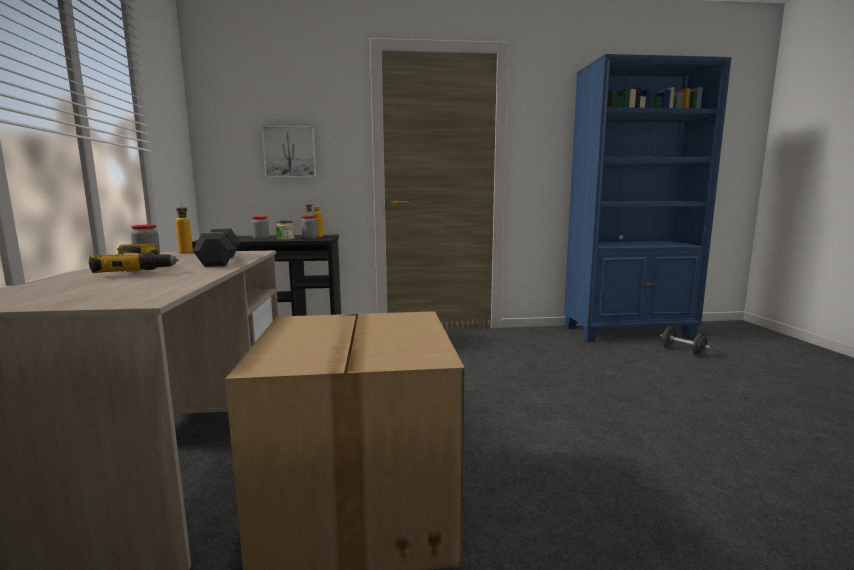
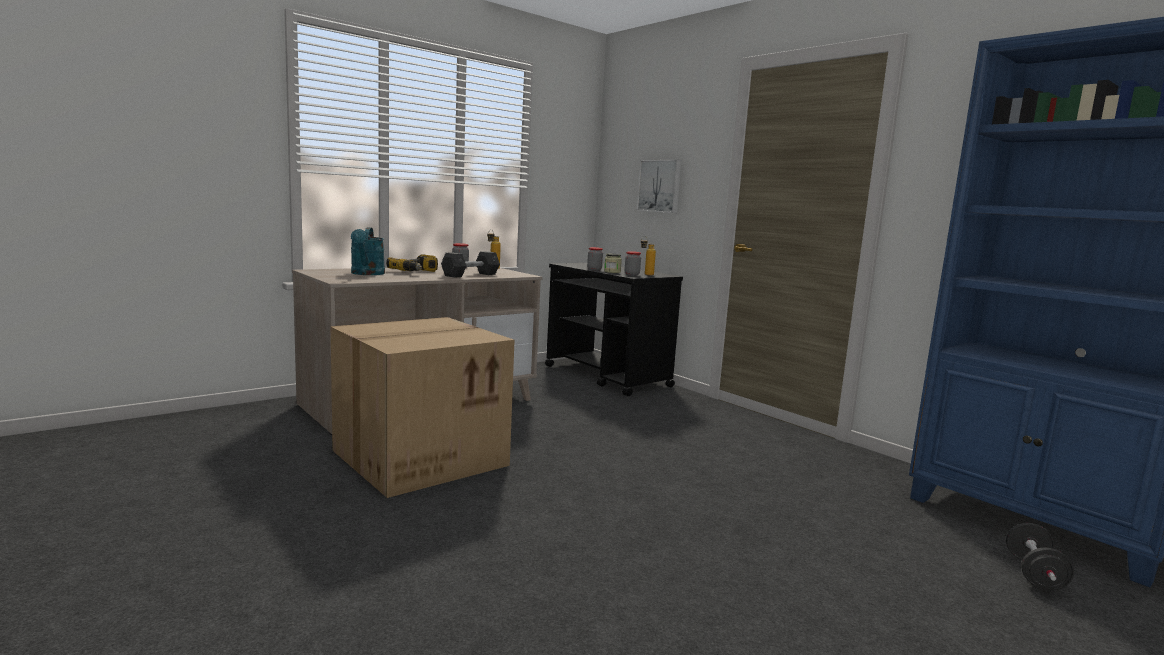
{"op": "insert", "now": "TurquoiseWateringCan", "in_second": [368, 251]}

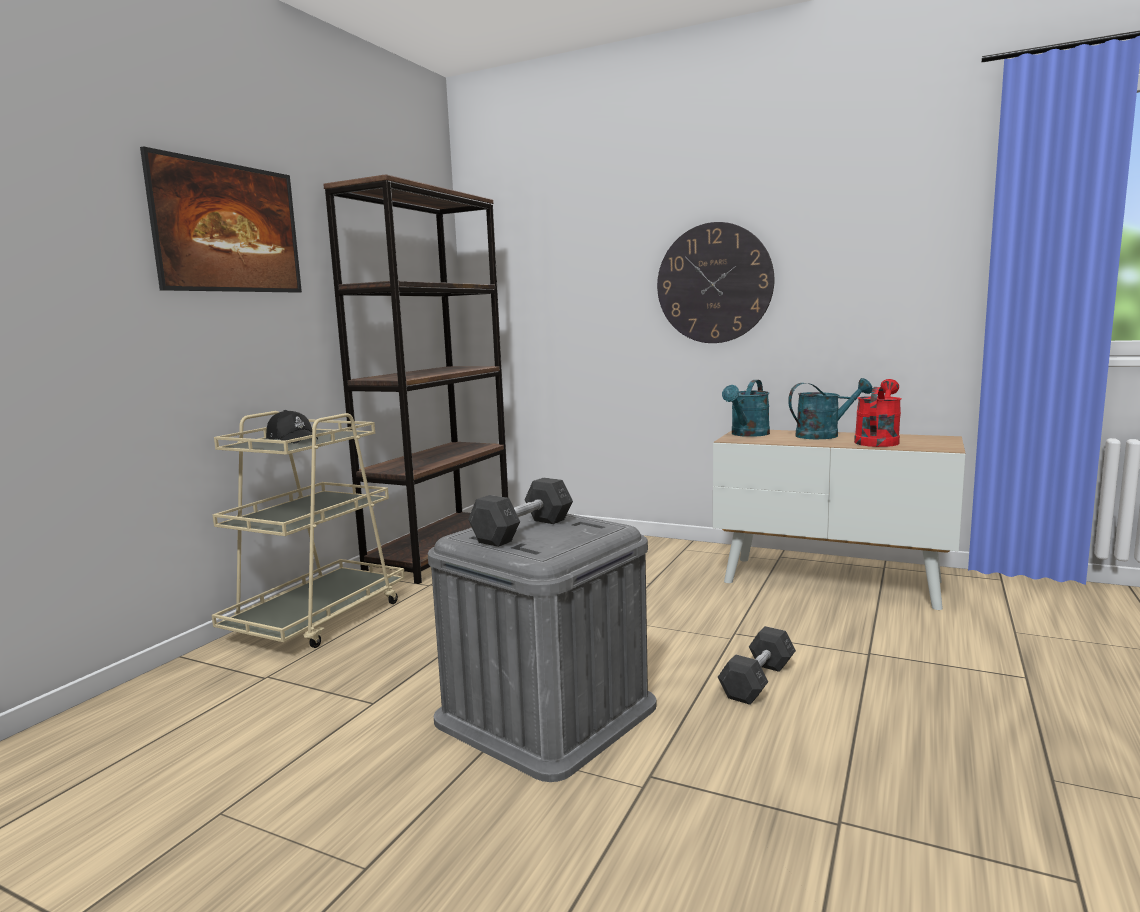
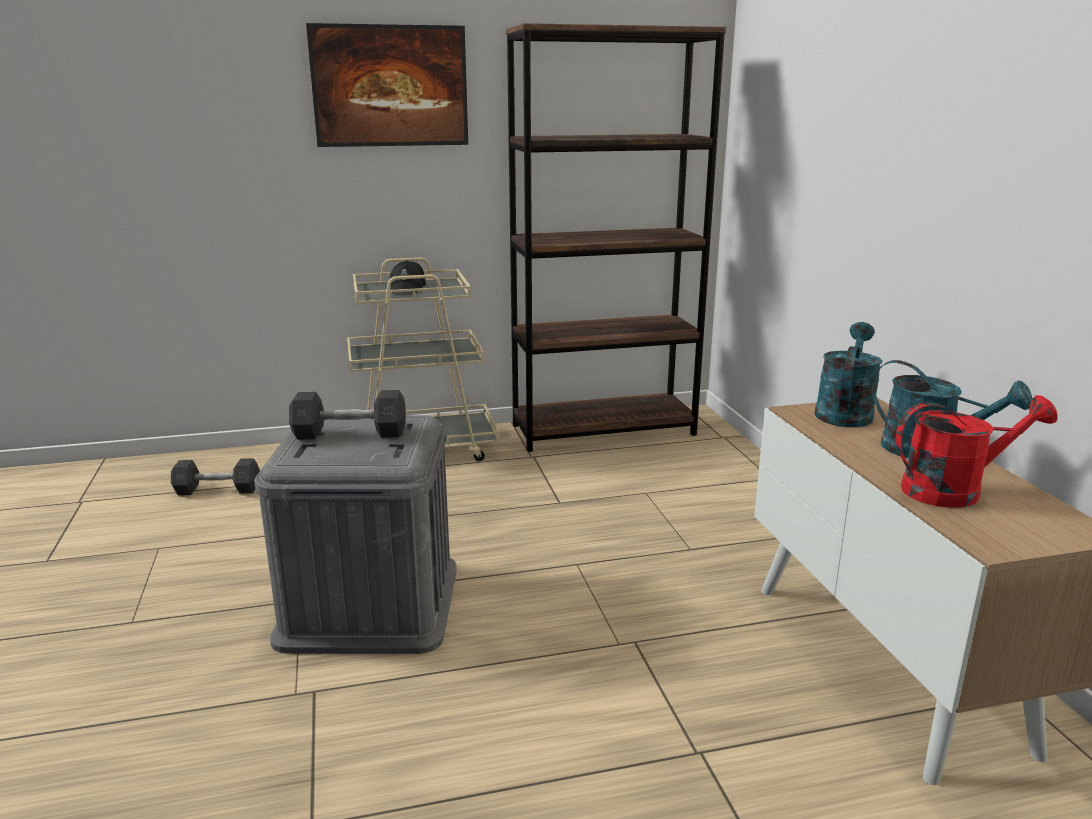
{"op": "delete", "was": "WallClock", "in_first": [715, 282]}
{"op": "move", "was": "GreyDumbbell", "in_first": [757, 665], "in_second": [215, 476]}
{"op": "rotate", "was": "TurquoiseWateringCan", "in_first": [746, 408], "in_second": [848, 374], "clockwise": 120}

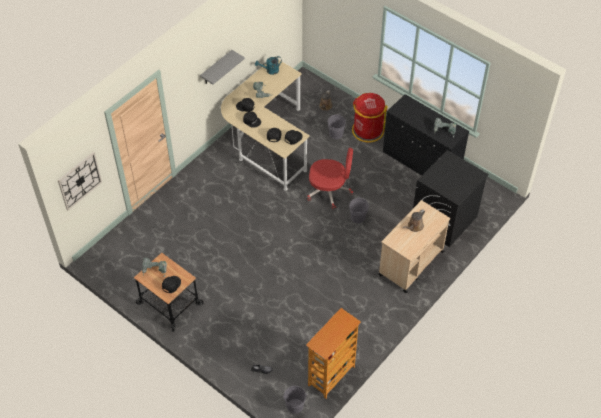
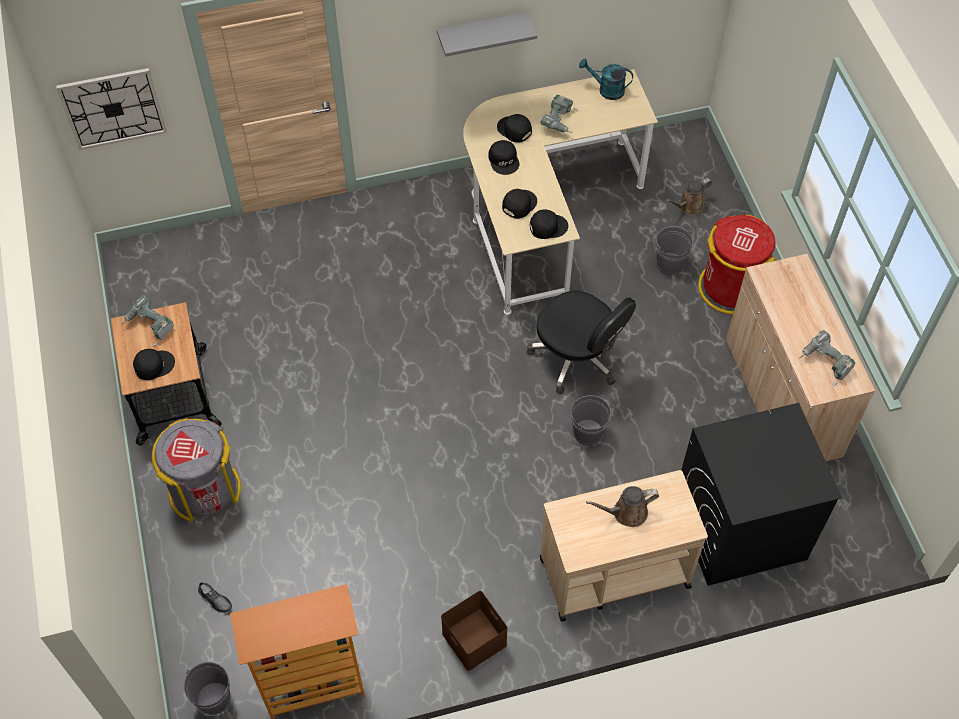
{"op": "recolor", "was": "RedOfficeChair", "now": "BlackOfficeChair", "in_first": [330, 178], "in_second": [581, 342]}
{"op": "recolor", "was": "BlackCabinet", "now": "BeigeCabinet", "in_first": [426, 134], "in_second": [800, 357]}
{"op": "insert", "now": "GreyTrashCan", "in_second": [196, 470]}
{"op": "insert", "now": "BrownStorageBox", "in_second": [474, 631]}

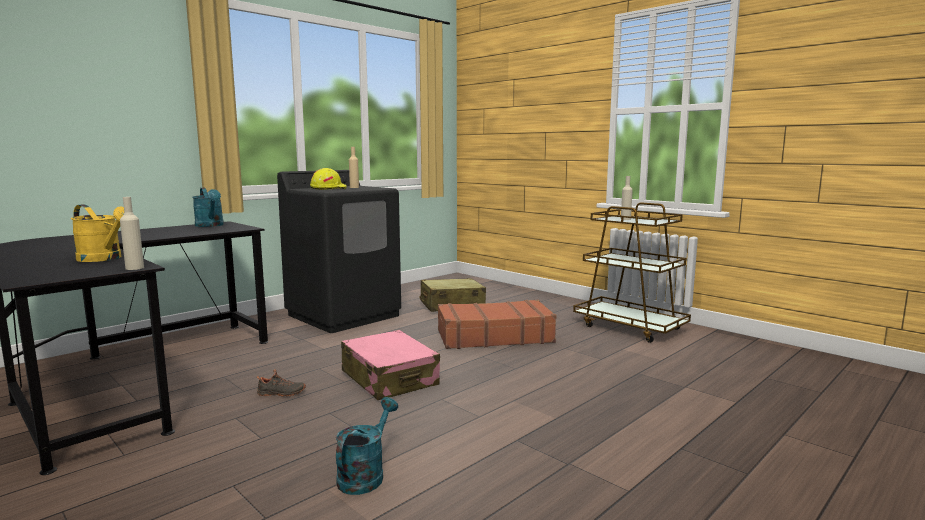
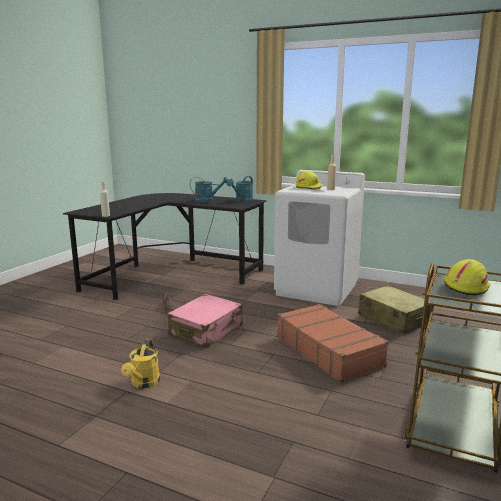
{"op": "move", "was": "YellowWateringCan", "in_first": [97, 233], "in_second": [140, 364]}
{"op": "recolor", "was": "BlackWashingMachine", "now": "WhiteWashingMachine", "in_first": [339, 251], "in_second": [319, 238]}
{"op": "move", "was": "TurquoiseWateringCan", "in_first": [367, 446], "in_second": [209, 189]}
{"op": "replace", "was": "BeigeBottle", "now": "YellowHardHat", "in_first": [627, 198], "in_second": [467, 277]}

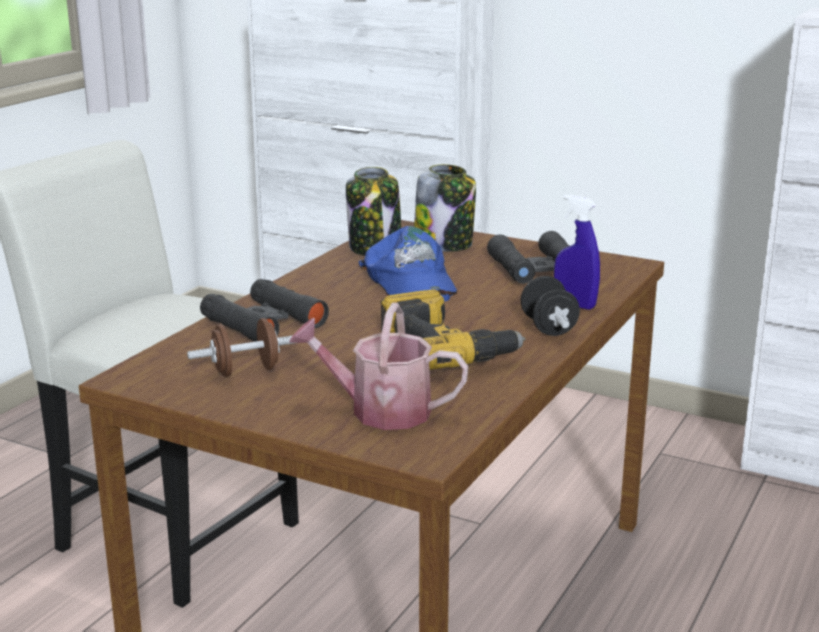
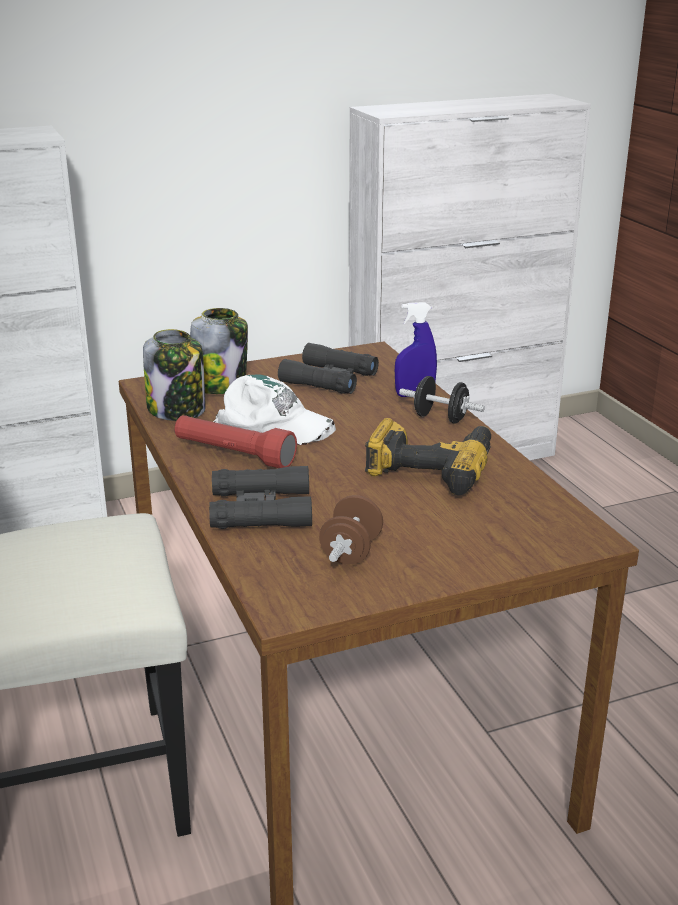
{"op": "delete", "was": "WateringCan", "in_first": [379, 366]}
{"op": "recolor", "was": "BlueCap", "now": "WhiteCap", "in_first": [408, 264], "in_second": [274, 409]}
{"op": "insert", "now": "RedFlashlight", "in_second": [236, 441]}

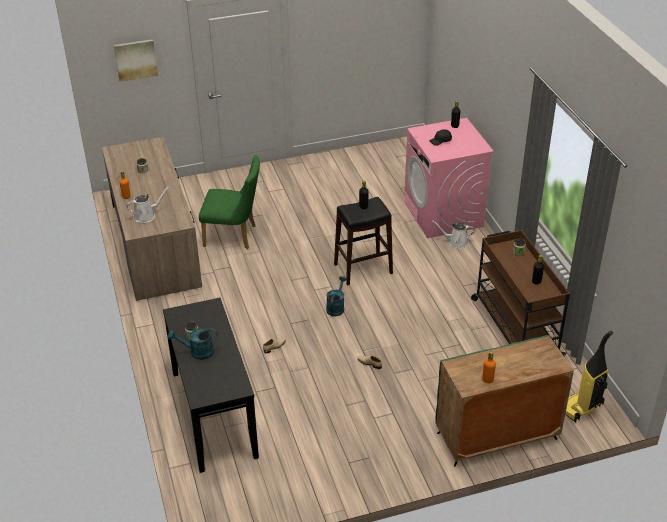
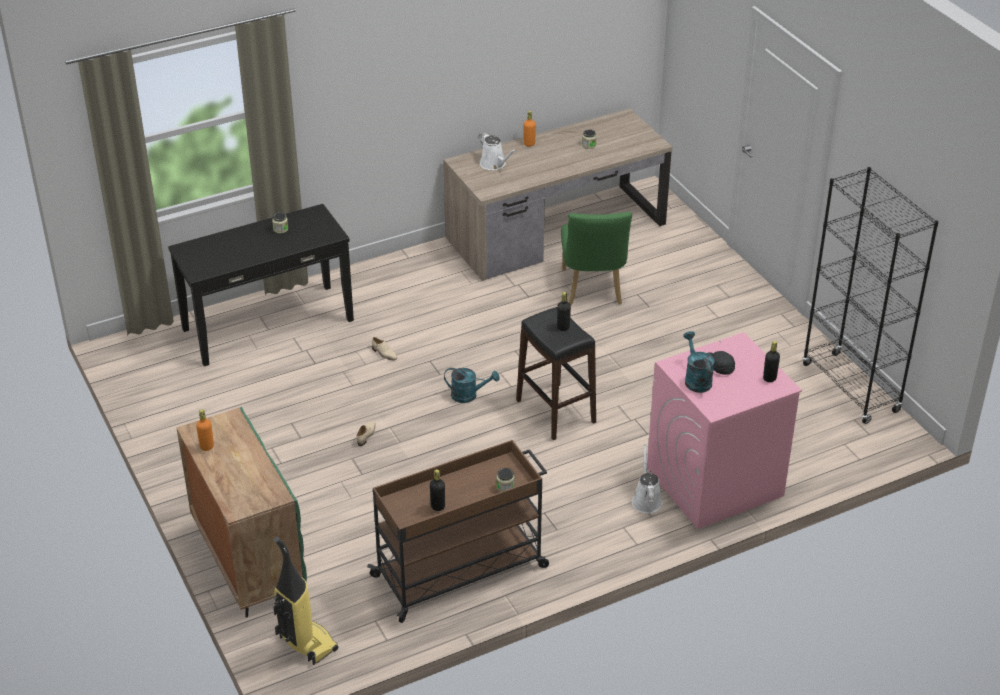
{"op": "delete", "was": "Picture", "in_first": [136, 60]}
{"op": "move", "was": "TurquoiseWateringCan", "in_first": [193, 344], "in_second": [699, 362]}
{"op": "insert", "now": "BlackBookcase", "in_second": [870, 295]}

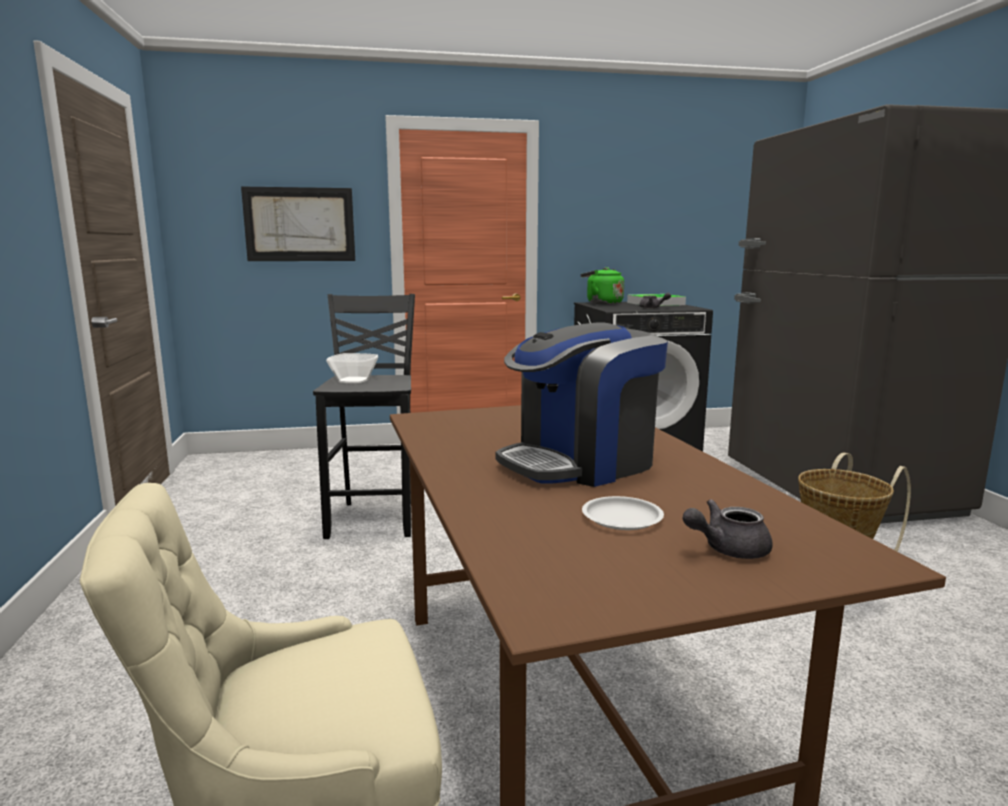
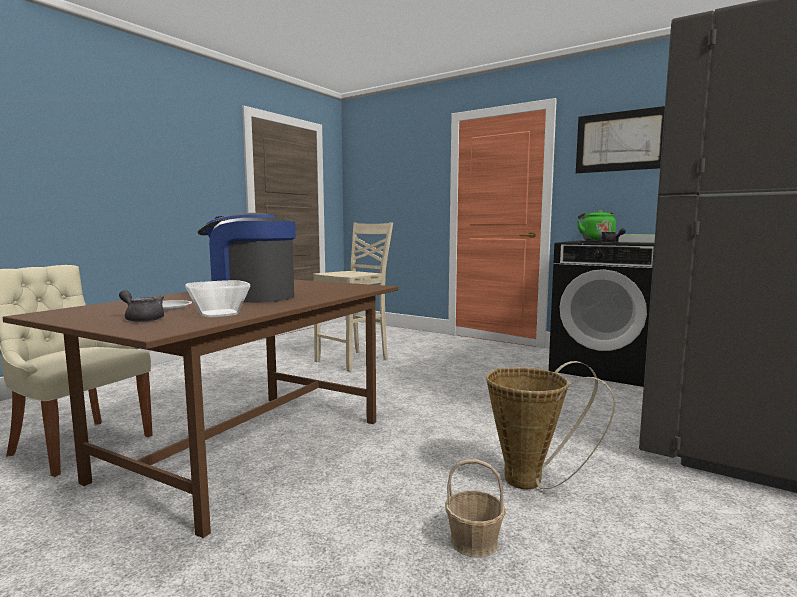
{"op": "move", "was": "Picture", "in_first": [298, 224], "in_second": [620, 139]}
{"op": "recolor", "was": "BlackStool", "now": "BeigeStool", "in_first": [364, 416], "in_second": [353, 297]}
{"op": "move", "was": "Bowl", "in_first": [352, 368], "in_second": [217, 299]}
{"op": "insert", "now": "Basket", "in_second": [475, 508]}

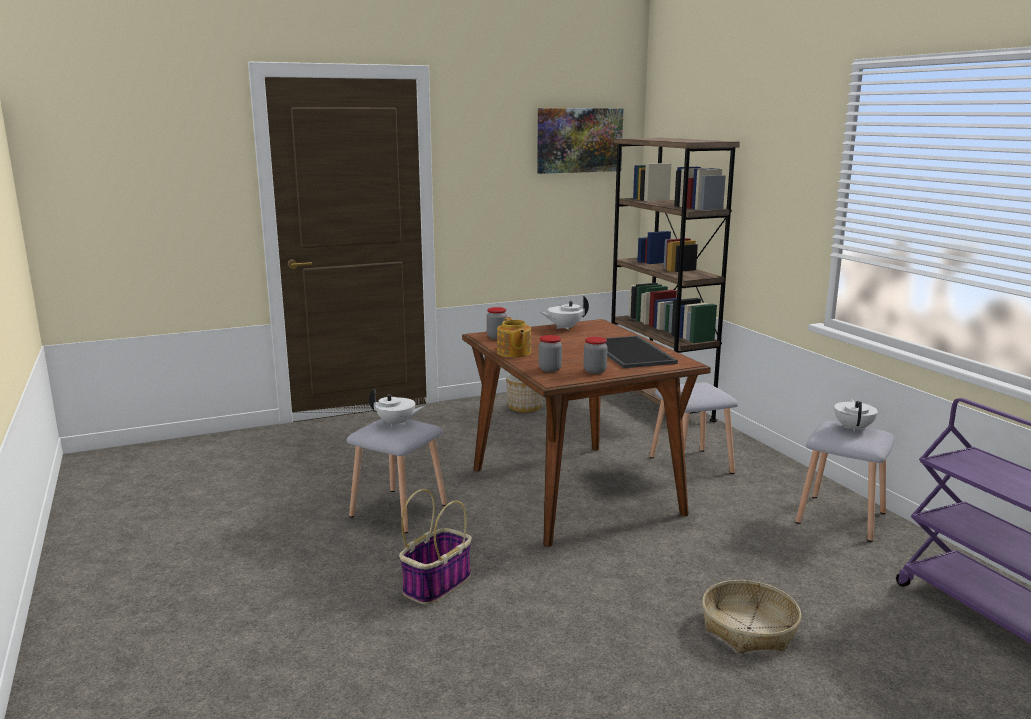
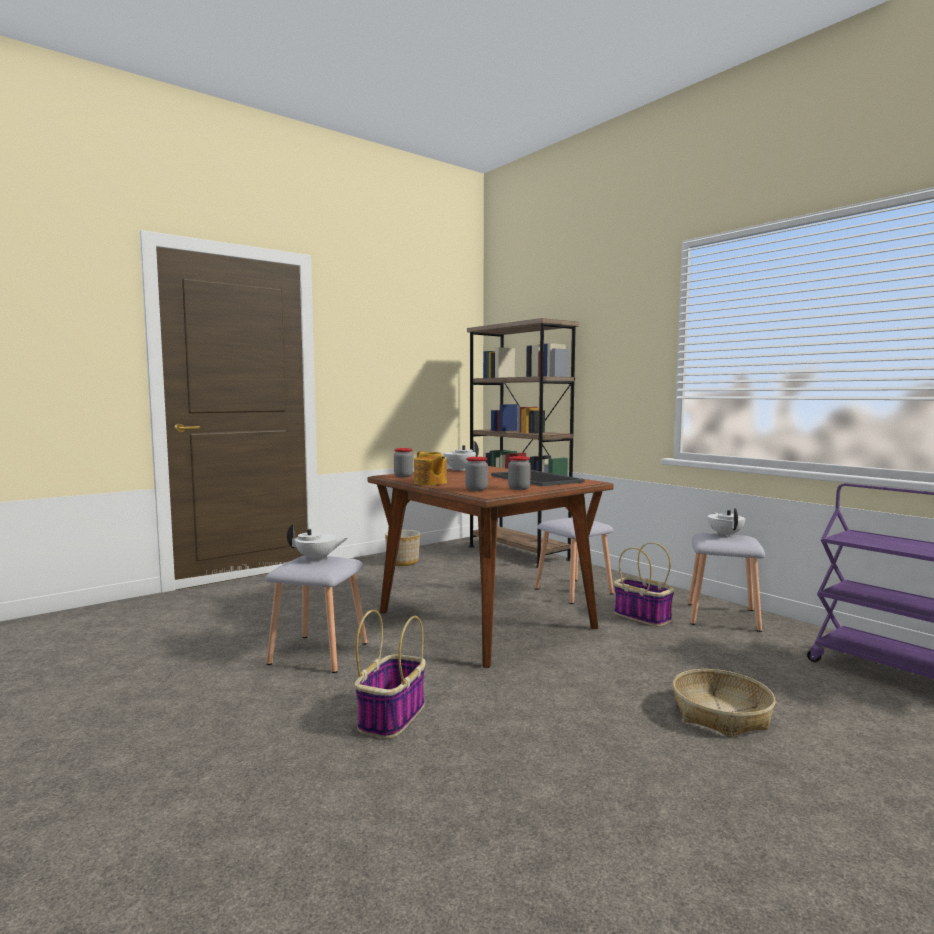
{"op": "delete", "was": "Picture", "in_first": [580, 141]}
{"op": "insert", "now": "Basket", "in_second": [644, 584]}

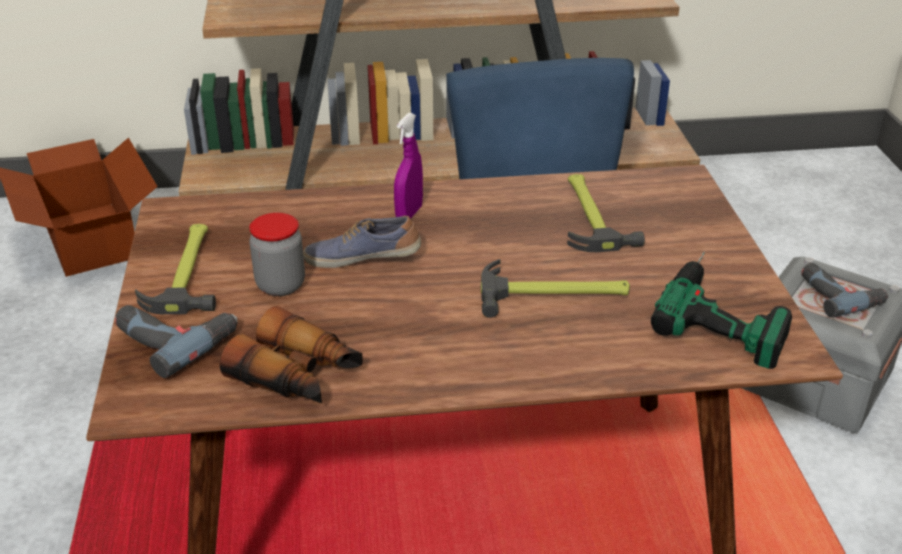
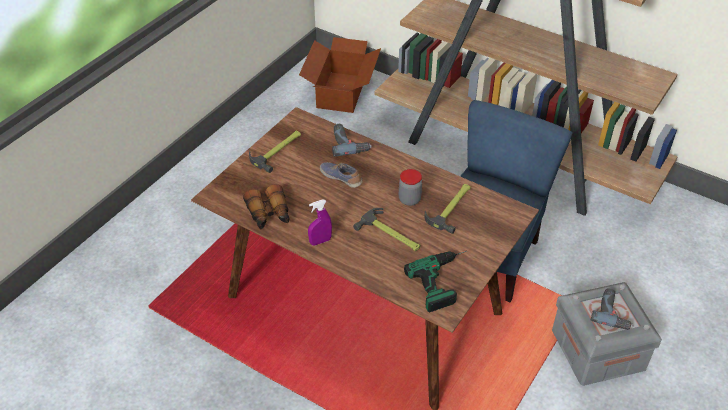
{"op": "move", "was": "PowerDrill", "in_first": [176, 341], "in_second": [352, 140]}
{"op": "move", "was": "Jar", "in_first": [277, 254], "in_second": [410, 187]}
{"op": "move", "was": "PurpleSprayBottle", "in_first": [408, 166], "in_second": [320, 223]}

